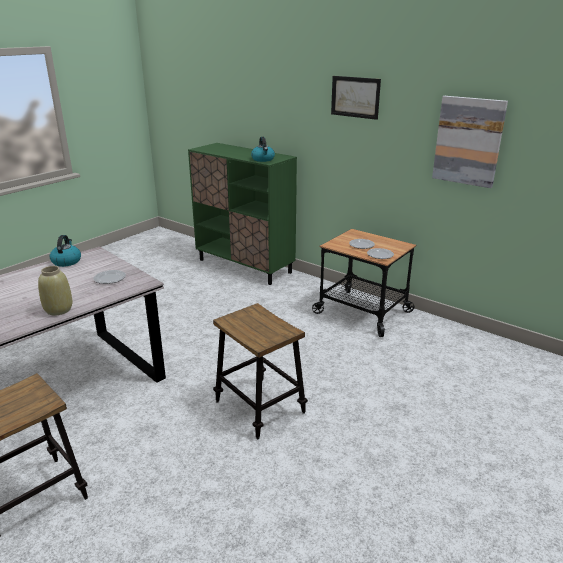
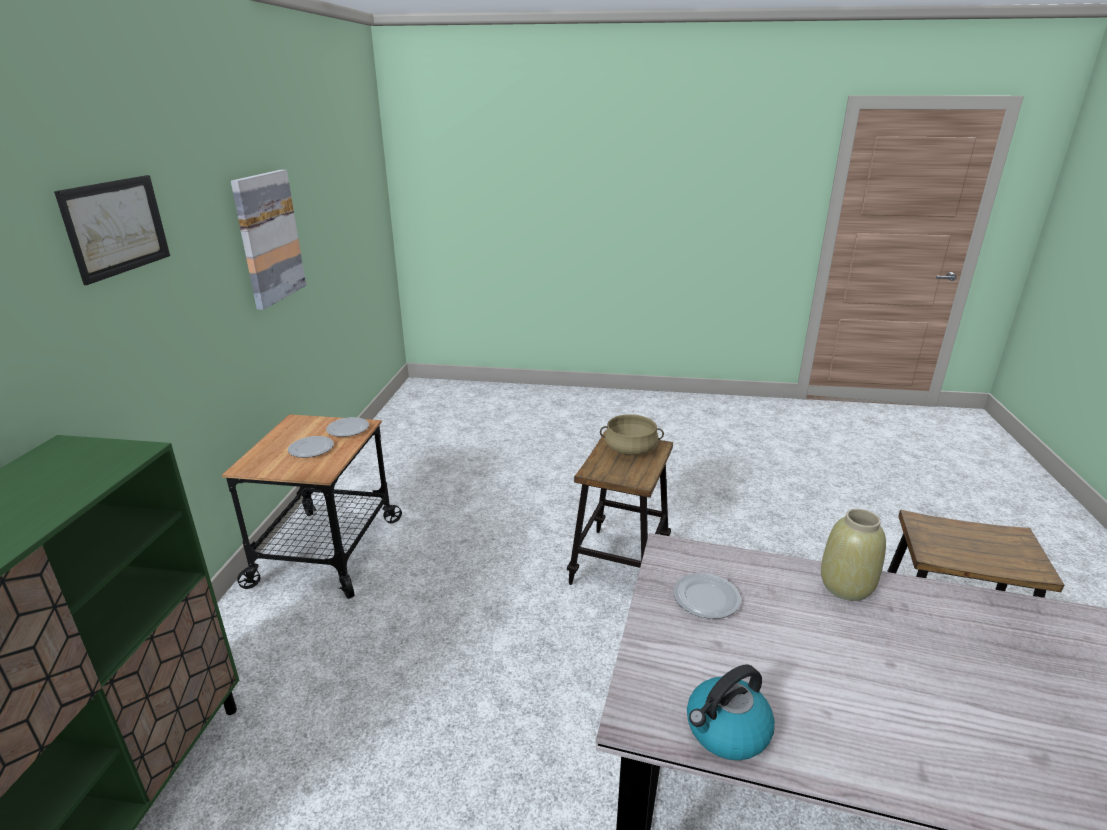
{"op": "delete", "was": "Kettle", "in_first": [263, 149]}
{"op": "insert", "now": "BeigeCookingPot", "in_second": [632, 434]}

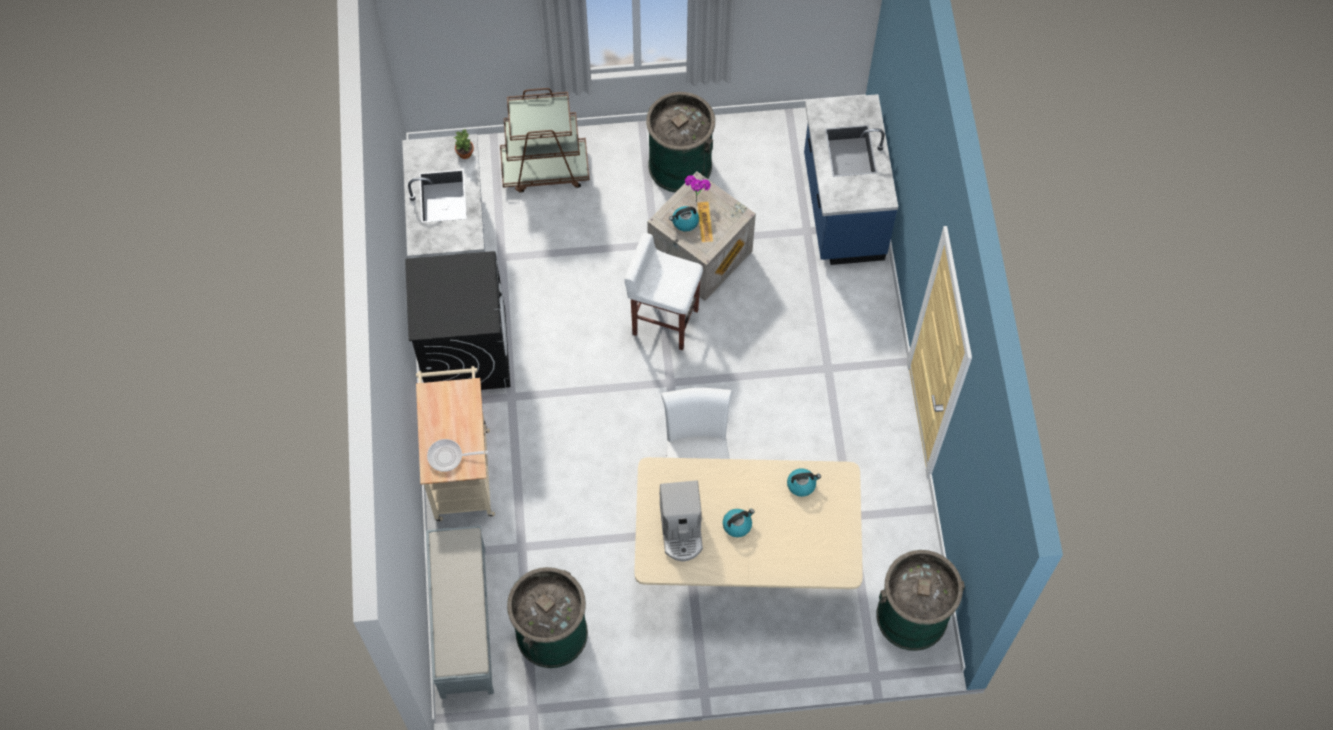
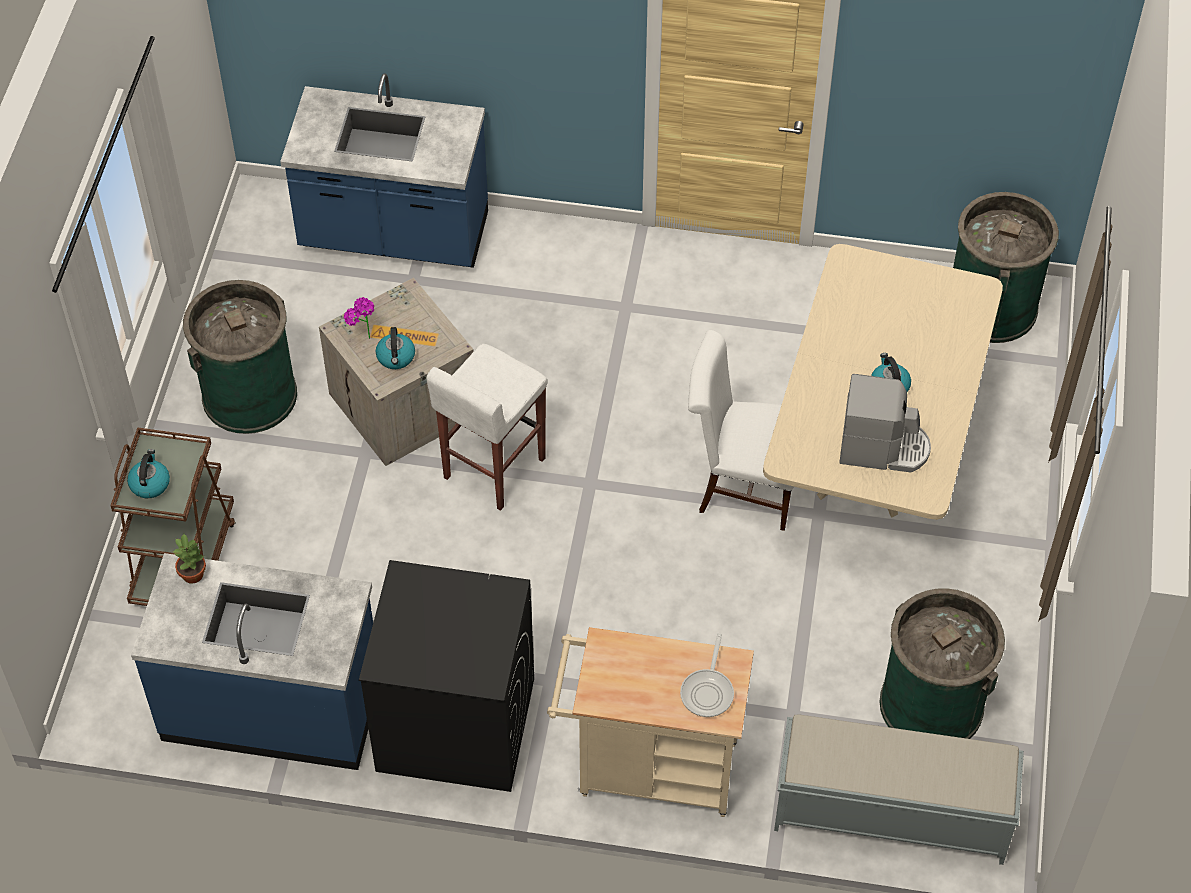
{"op": "move", "was": "Kettle", "in_first": [804, 482], "in_second": [148, 473]}

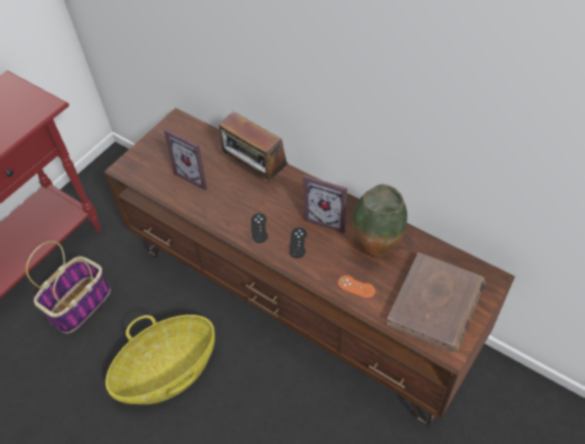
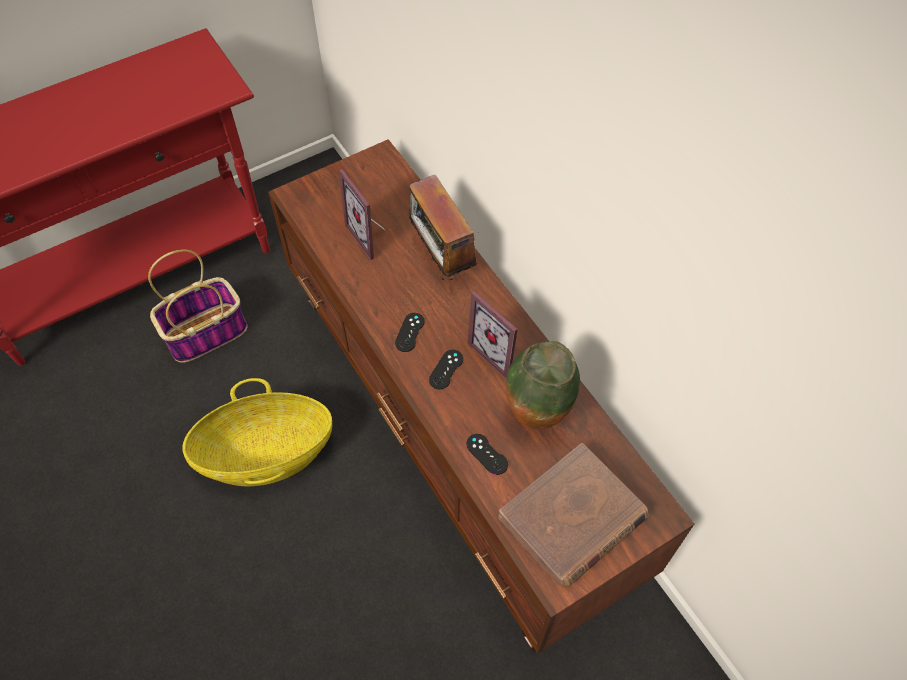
{"op": "recolor", "was": "OrangeGameController", "now": "BlackGameController", "in_first": [356, 287], "in_second": [487, 454]}

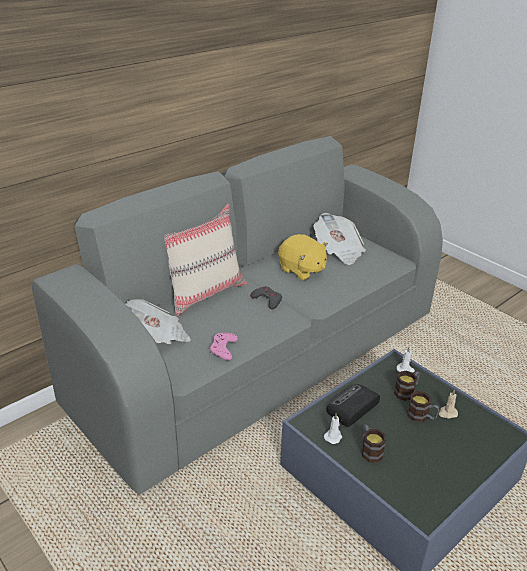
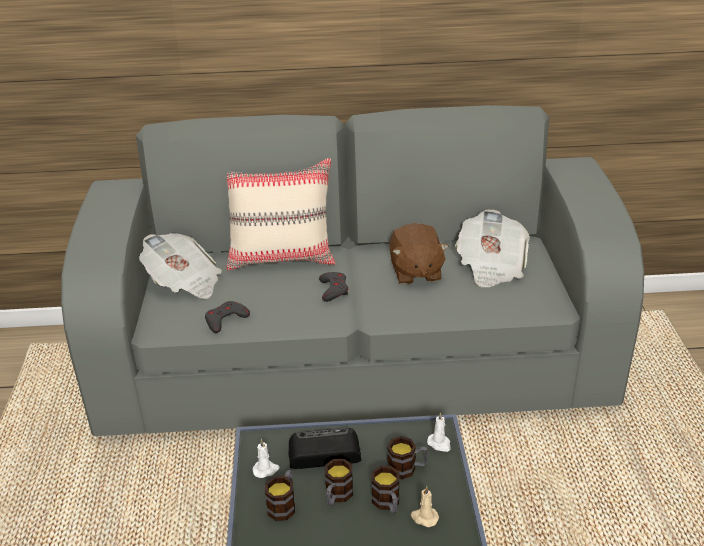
{"op": "recolor", "was": "PinkGameController", "now": "GreyGameController", "in_first": [224, 346], "in_second": [227, 317]}
{"op": "recolor", "was": "YellowPlushToy", "now": "BrownPlushToy", "in_first": [303, 257], "in_second": [419, 254]}
{"op": "insert", "now": "Mug", "in_second": [339, 482]}

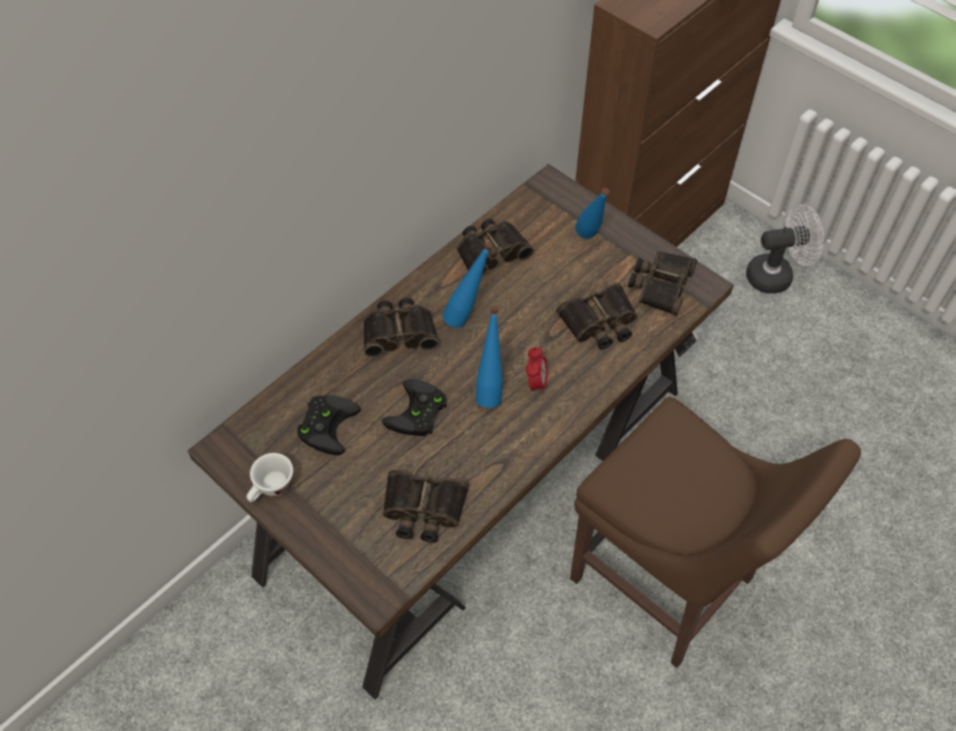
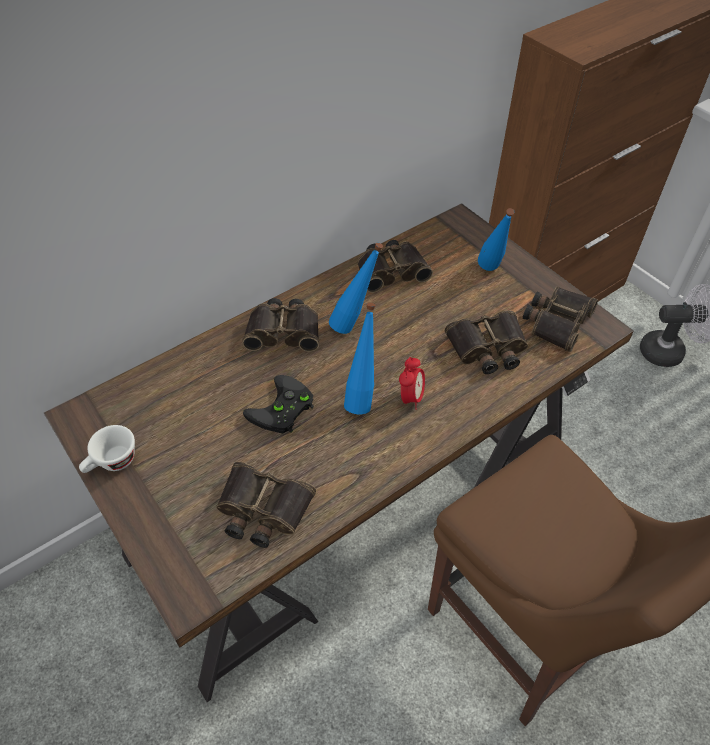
{"op": "delete", "was": "BlackGameController", "in_first": [328, 425]}

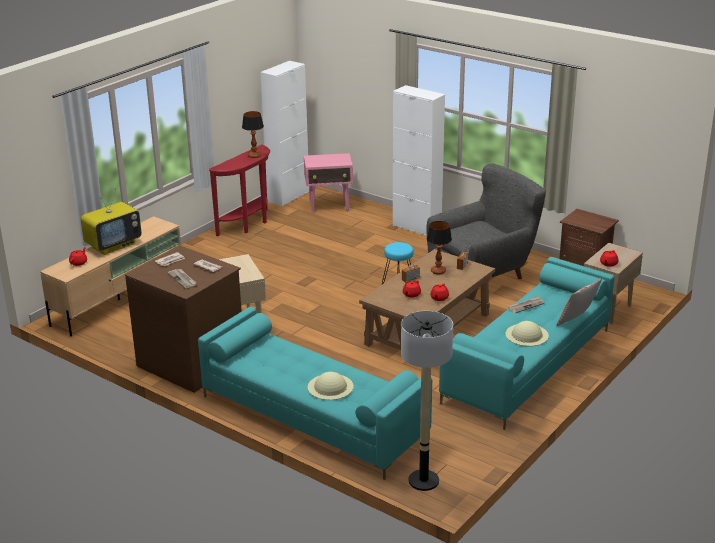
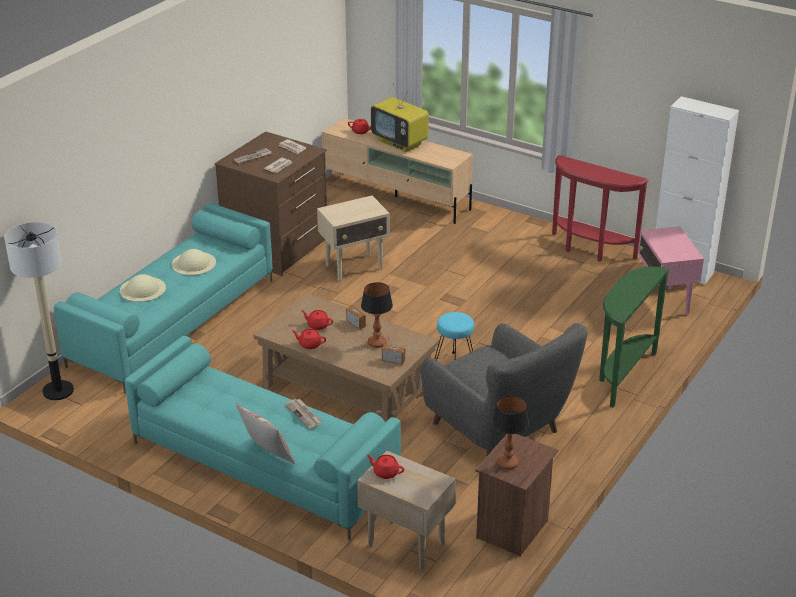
{"op": "move", "was": "TableLamp", "in_first": [253, 134], "in_second": [510, 433]}
{"op": "replace", "was": "WhiteCabinet", "now": "GreenConsoleTable", "in_first": [419, 160], "in_second": [634, 337]}
{"op": "move", "was": "BeigeHat", "in_first": [527, 333], "in_second": [193, 262]}

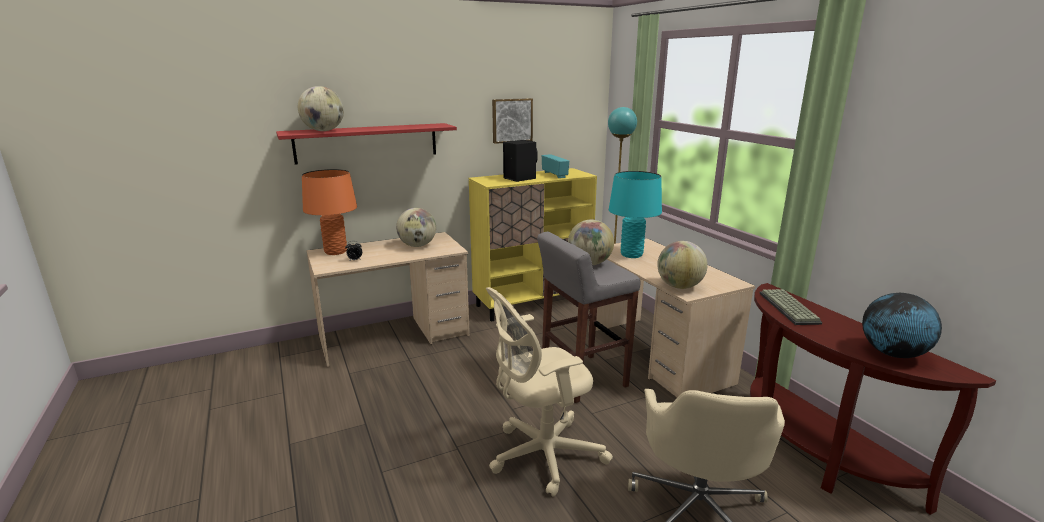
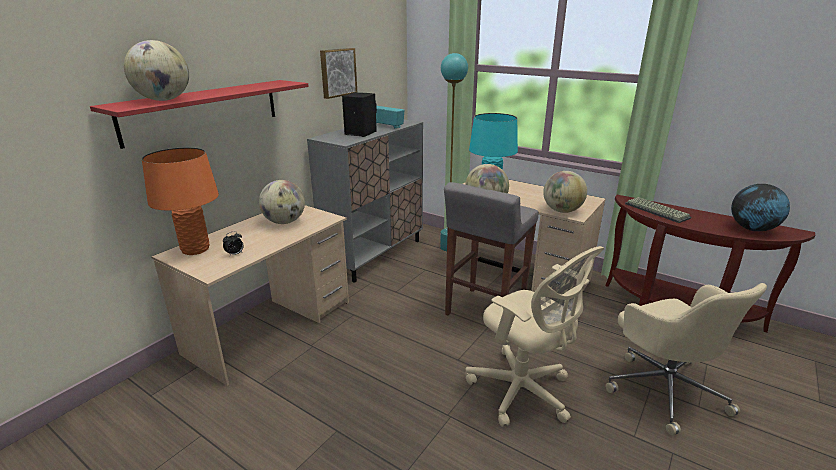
{"op": "recolor", "was": "YellowCabinet", "now": "GreyCabinet", "in_first": [533, 244], "in_second": [365, 201]}
{"op": "rotate", "was": "BeigeOfficeChair", "in_first": [549, 392], "in_second": [535, 336], "clockwise": -75}

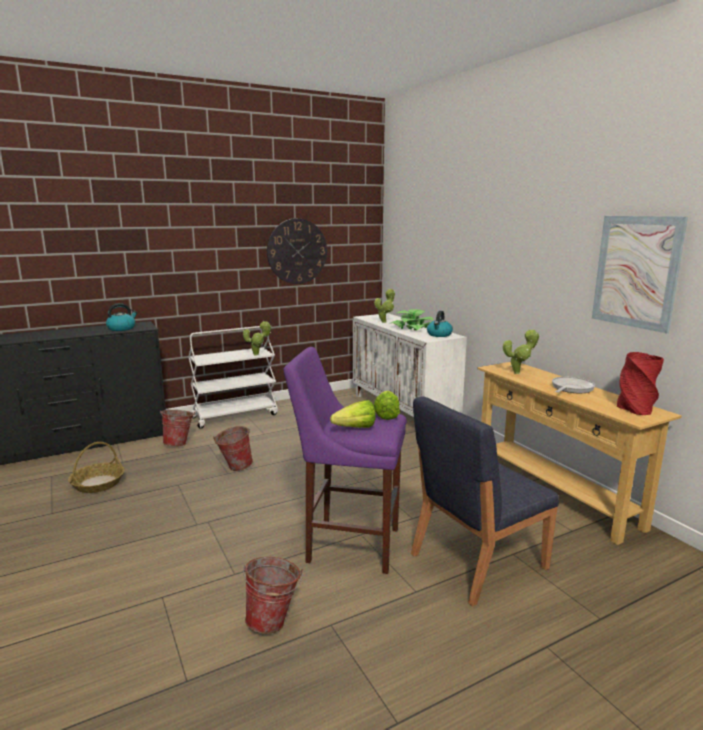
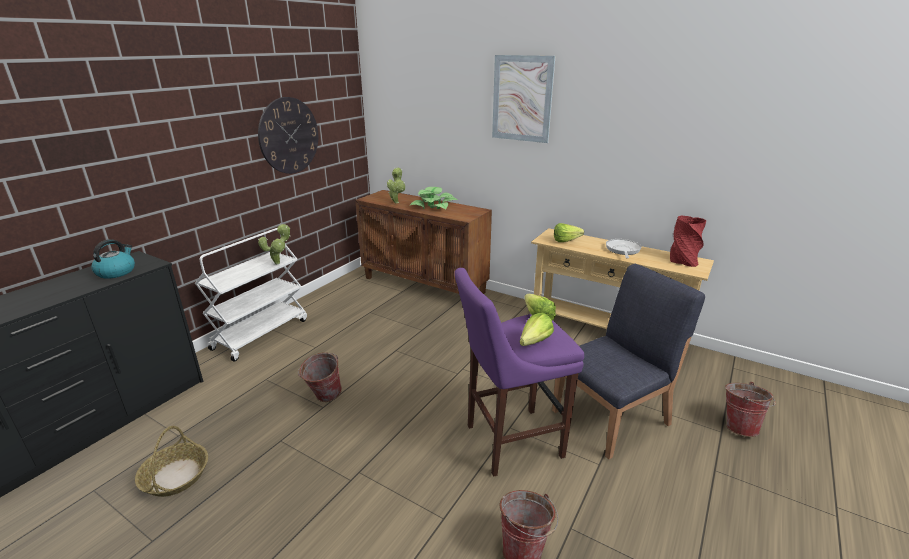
{"op": "move", "was": "Bucket", "in_first": [177, 428], "in_second": [750, 409]}
{"op": "recolor", "was": "WhiteCabinet", "now": "BrownCabinet", "in_first": [410, 365], "in_second": [423, 242]}
{"op": "rotate", "was": "BlueChair", "in_first": [485, 501], "in_second": [628, 361], "clockwise": -150}
{"op": "delete", "was": "Kettle", "in_first": [440, 324]}
{"op": "replace", "was": "PottedPlant", "now": "Lettuce", "in_first": [521, 351], "in_second": [569, 232]}
{"op": "move", "was": "Picture", "in_first": [640, 274], "in_second": [524, 99]}

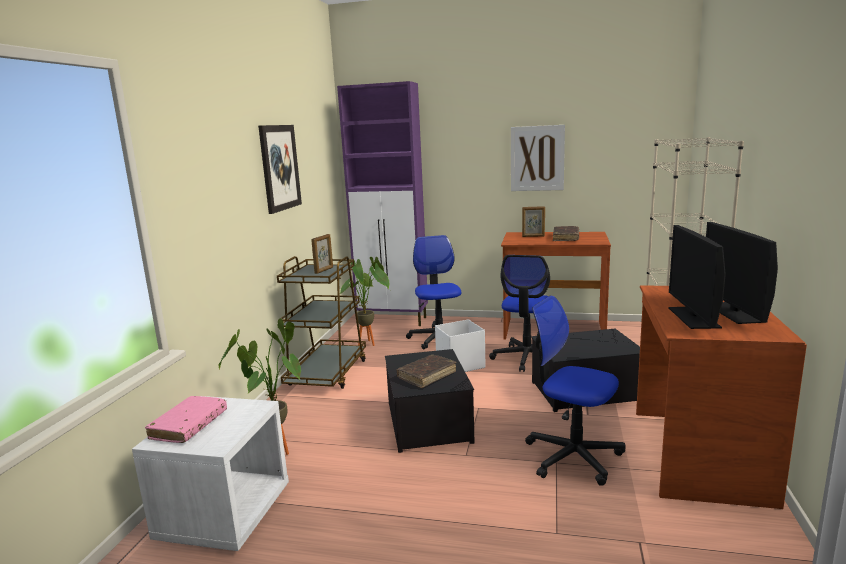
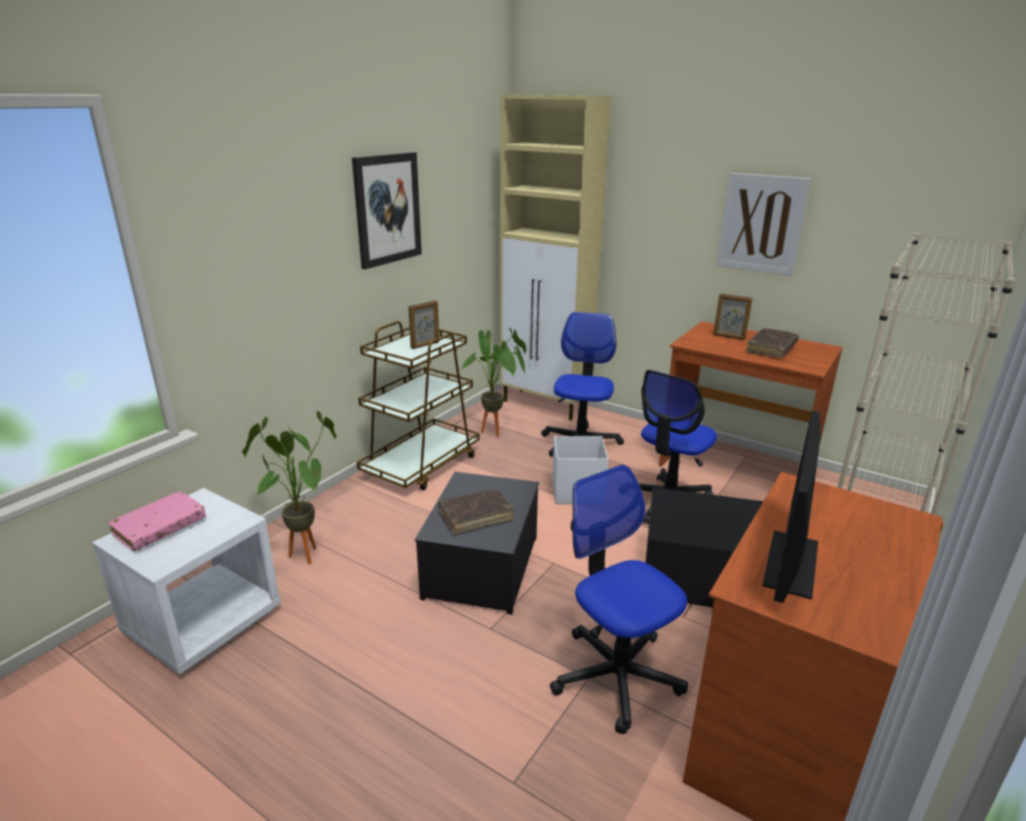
{"op": "recolor", "was": "PurpleCabinet", "now": "BeigeCabinet", "in_first": [382, 203], "in_second": [555, 258]}
{"op": "delete", "was": "Monitor", "in_first": [742, 273]}

